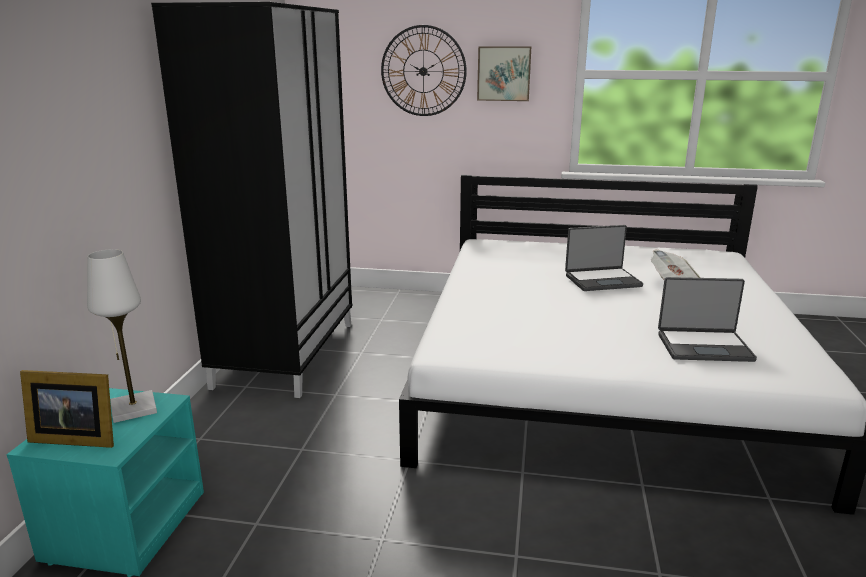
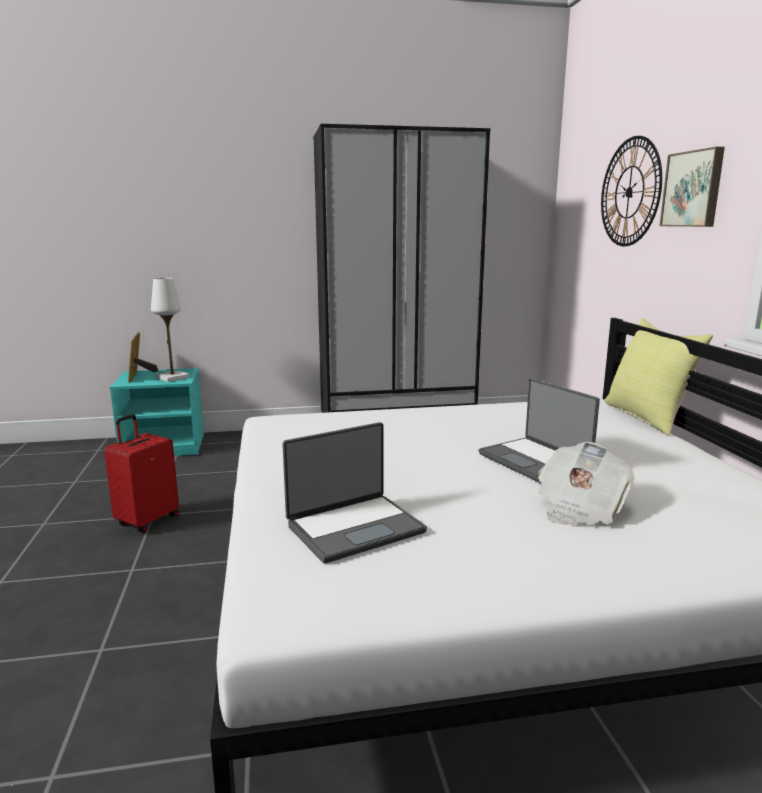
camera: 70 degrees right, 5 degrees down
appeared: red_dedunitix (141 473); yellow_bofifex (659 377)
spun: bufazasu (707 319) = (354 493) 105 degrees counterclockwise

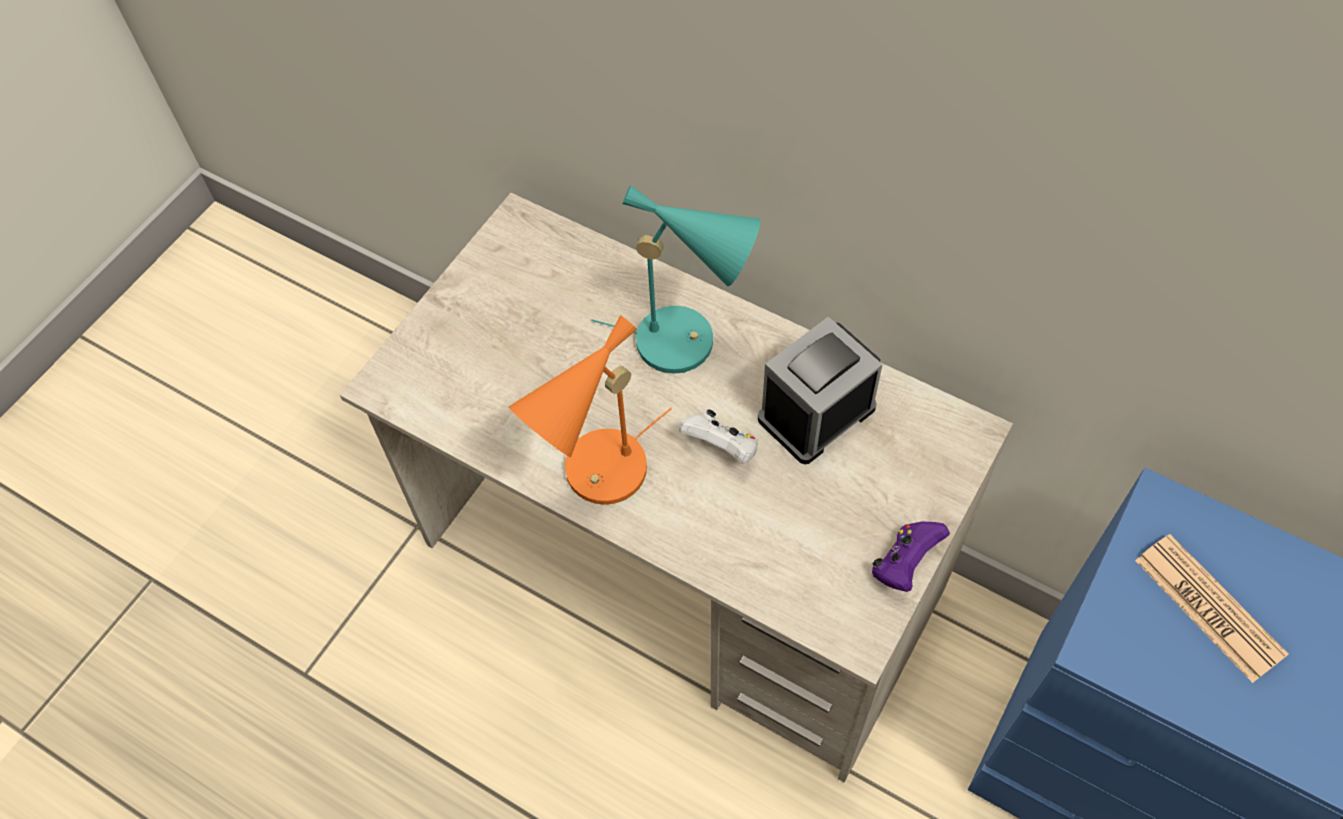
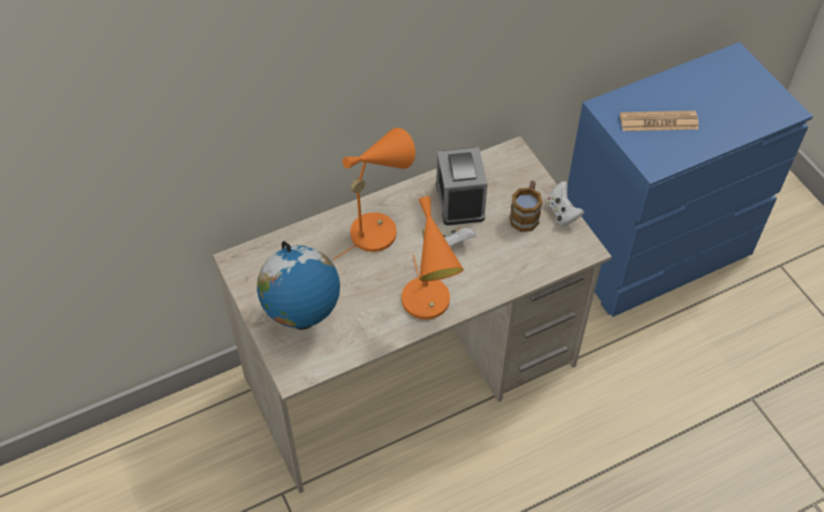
camera: 60 degrees left, 5 degrees down
appeared: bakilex (298 285); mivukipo (526 206)
colour: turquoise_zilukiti (675 279) to orange_zilukiti (373 194); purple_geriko (911 556) to white_geriko (565 203)

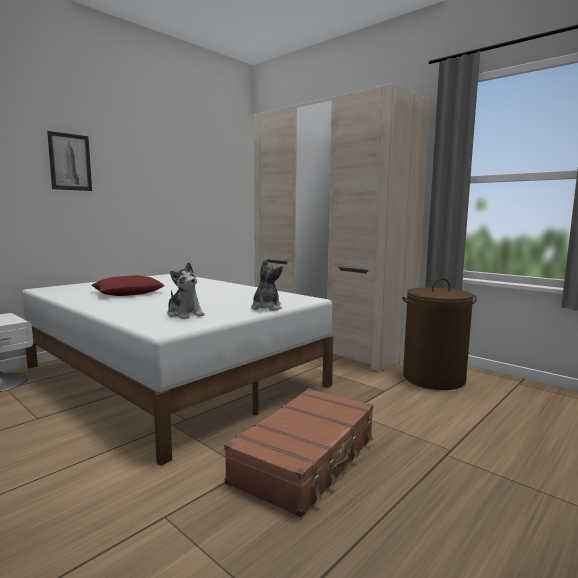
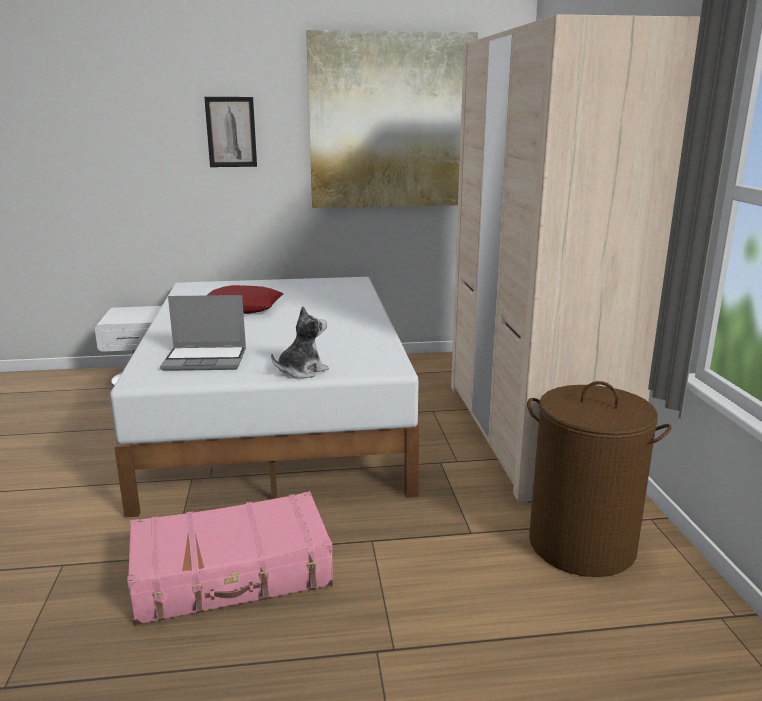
camera: 40 degrees right, 10 degrees up
appeared: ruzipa (392 119)
exchanged: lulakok (186 290) to bufazasu (203 333)
colour: brown_dedunitix (298 452) to pink_dedunitix (230 558)

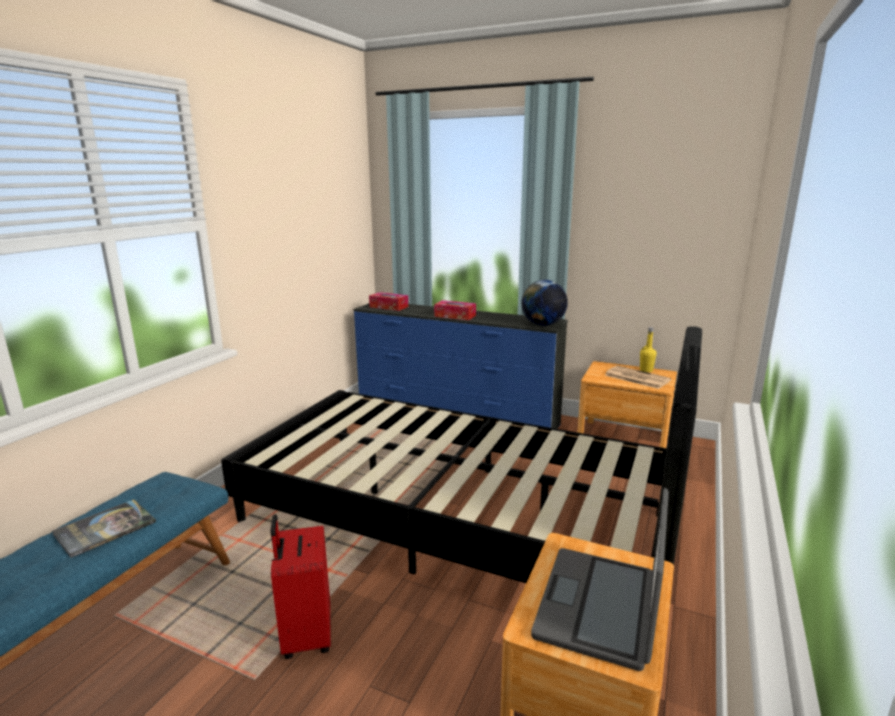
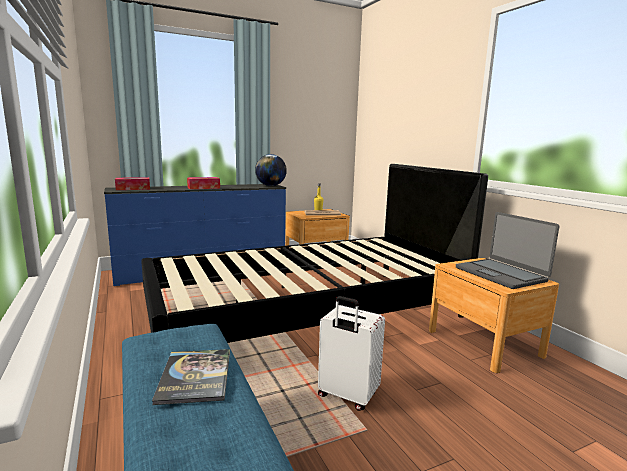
camera: 50 degrees left, 5 degrees down
colour: red_dedunitix (300 587) to white_dedunitix (351 353)

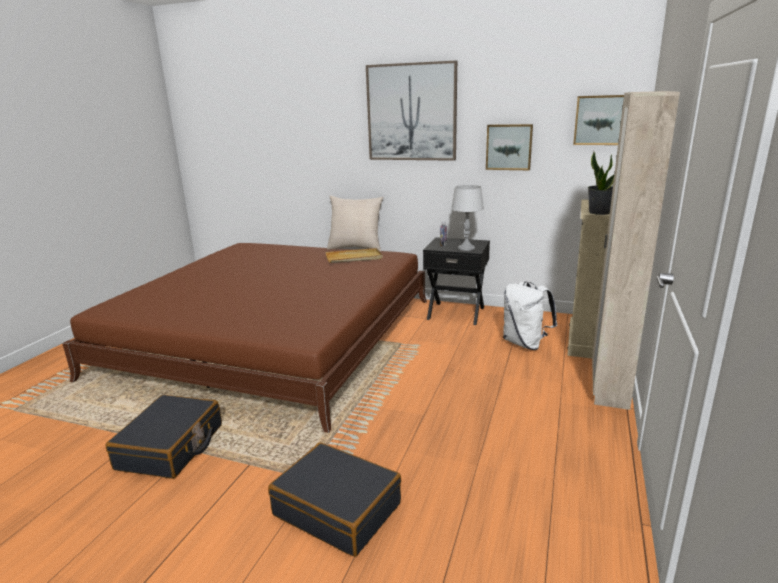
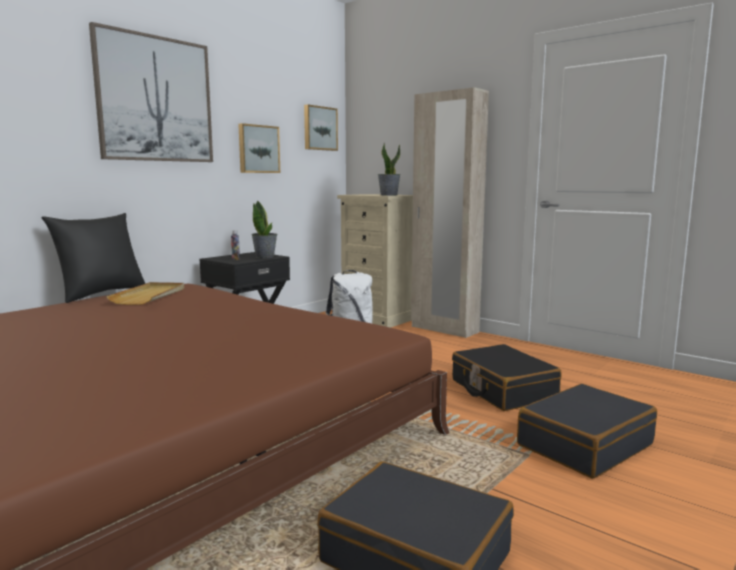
camera: 70 degrees left, 10 degrees down
appeared: black_dedunitix (507 377)
exchanged: grey_zilukiti (467 218) to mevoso (264 229)
colour: beige_bofifex (355 224) to black_bofifex (93 258)

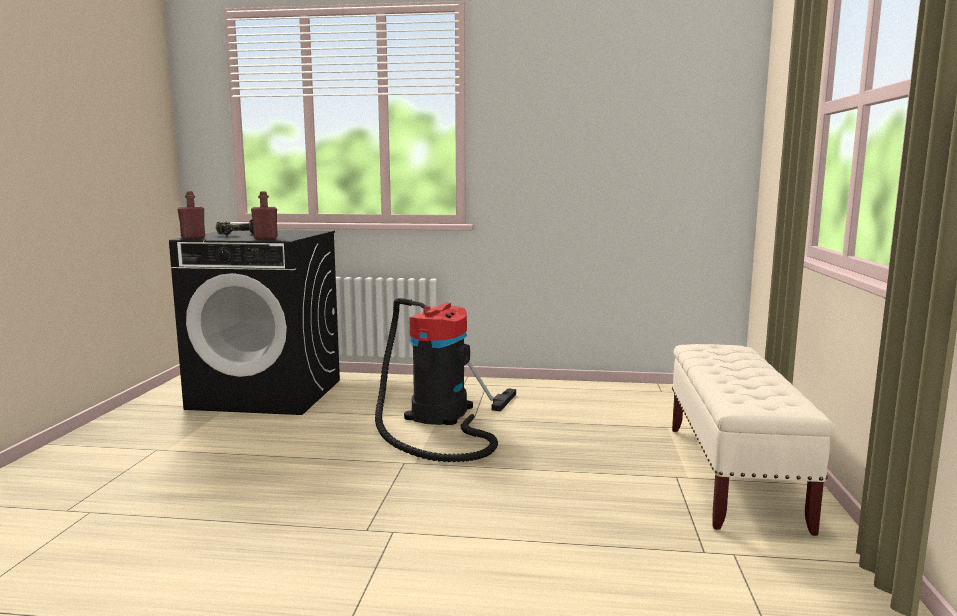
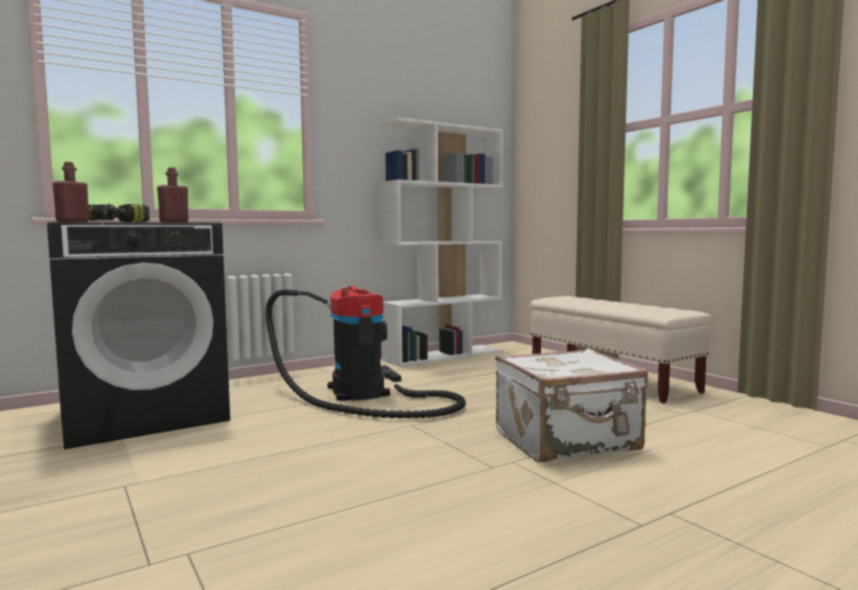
camera: 40 degrees left, 5 degrees down
appeared: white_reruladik (441 242); white_dedunitix (571 405)

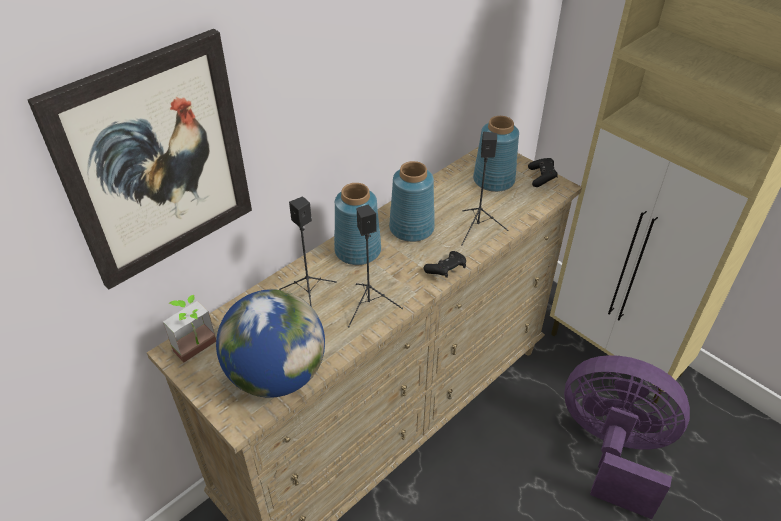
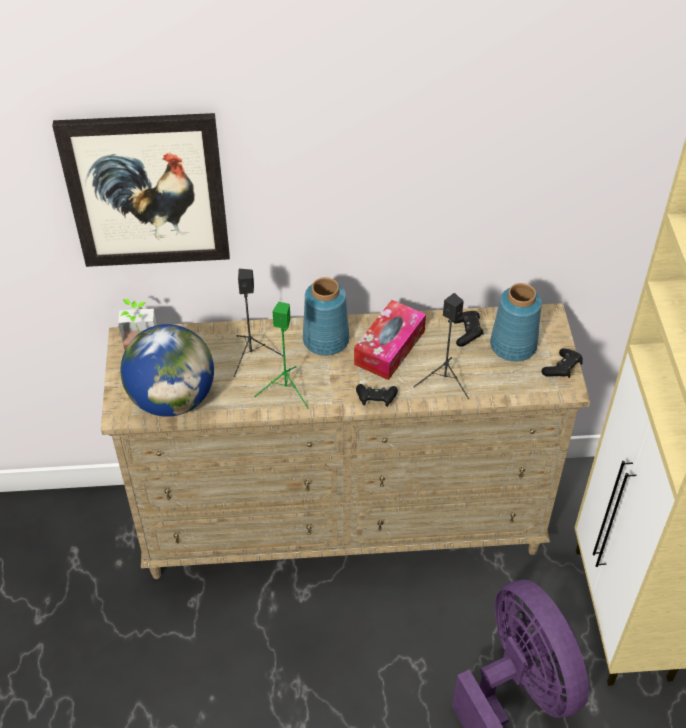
camera: 40 degrees right, 5 degrees up
appeared: black_geriko (468 329)
exchanged: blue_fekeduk (412 201) to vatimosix (390 340)
colour: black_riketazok (375 266) to green_riketazok (281 355)

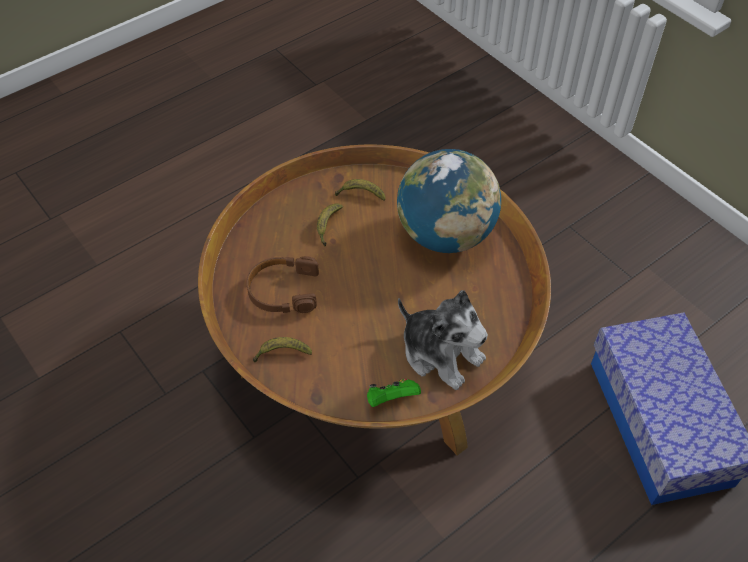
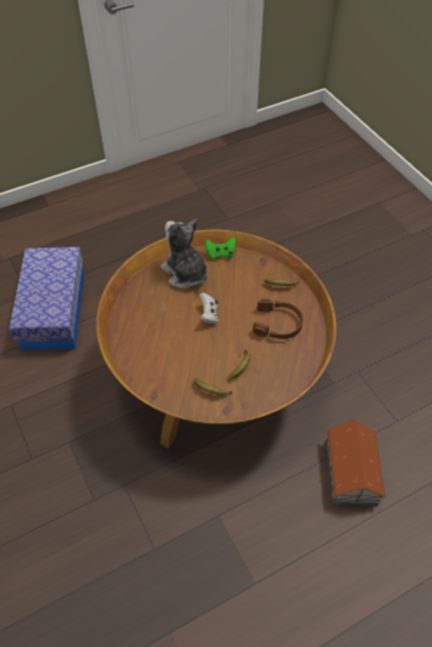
camera: 170 degrees left, 0 degrees up
missing: bakilex (449 201)
appeared: white_geriko (208 308); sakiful (356 462)

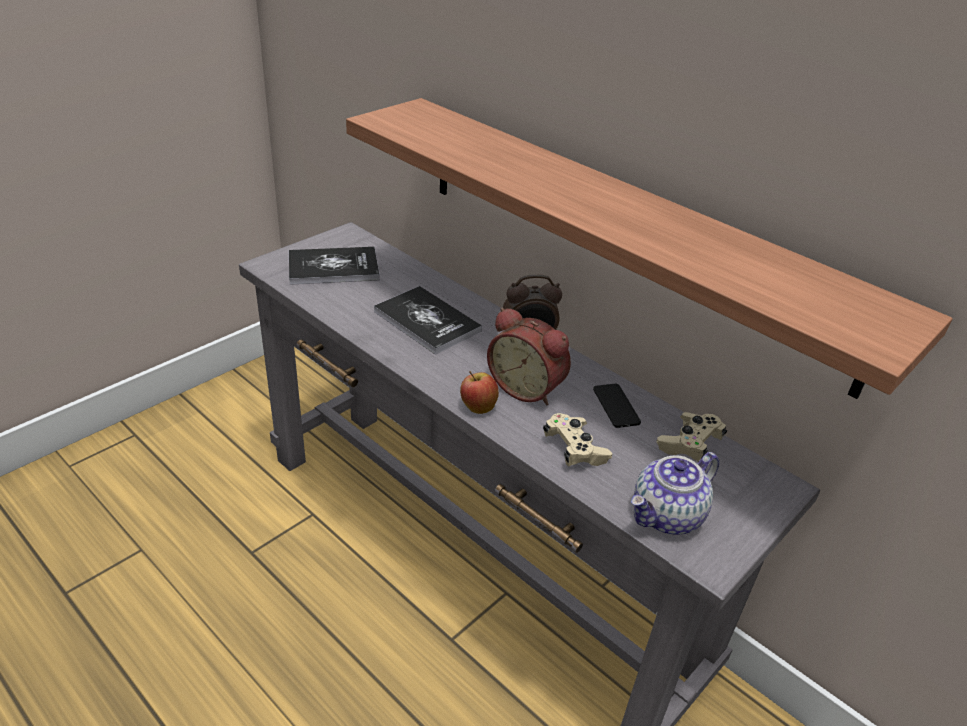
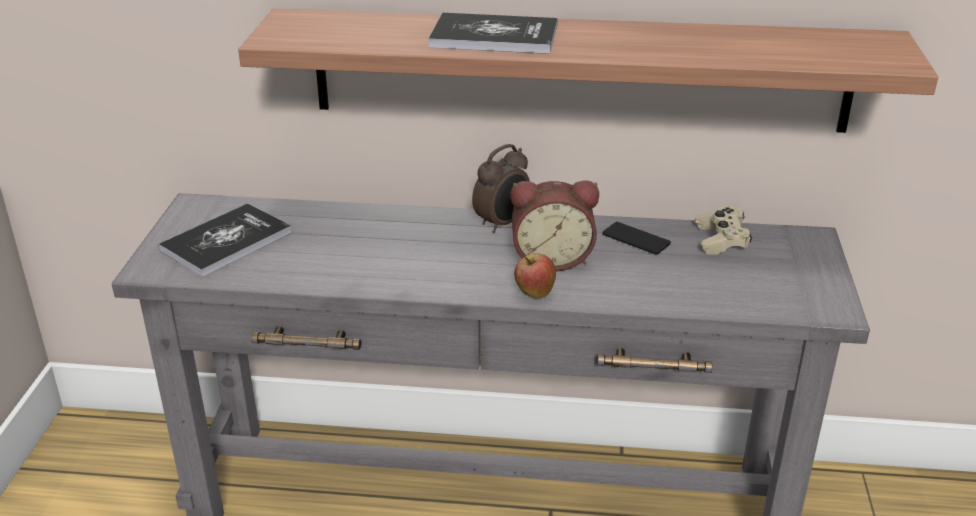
camera: 35 degrees left, 5 degrees down
missing: beige_geriko (577 440); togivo (675 493)
relocated: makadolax (428 320) to (492 33)

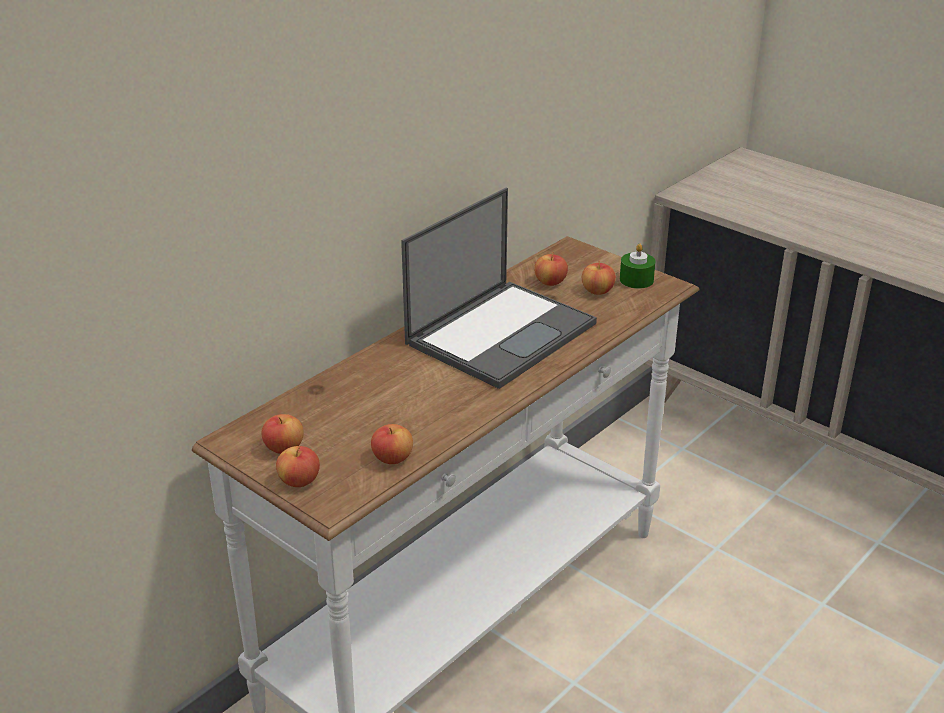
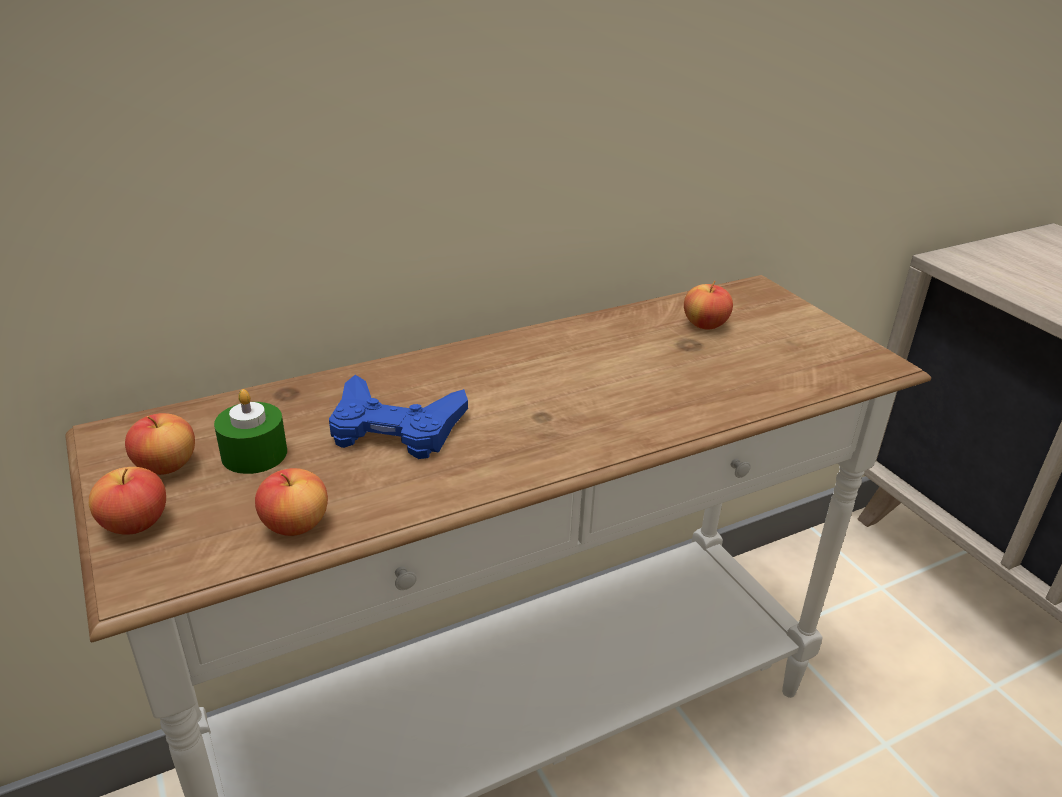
camera: 20 degrees right, 0 degrees up
missing: bufazasu (499 288); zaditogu (599 278)
appeared: blue_geriko (398 417)
relocated: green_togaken (638 266) to (250 431)

